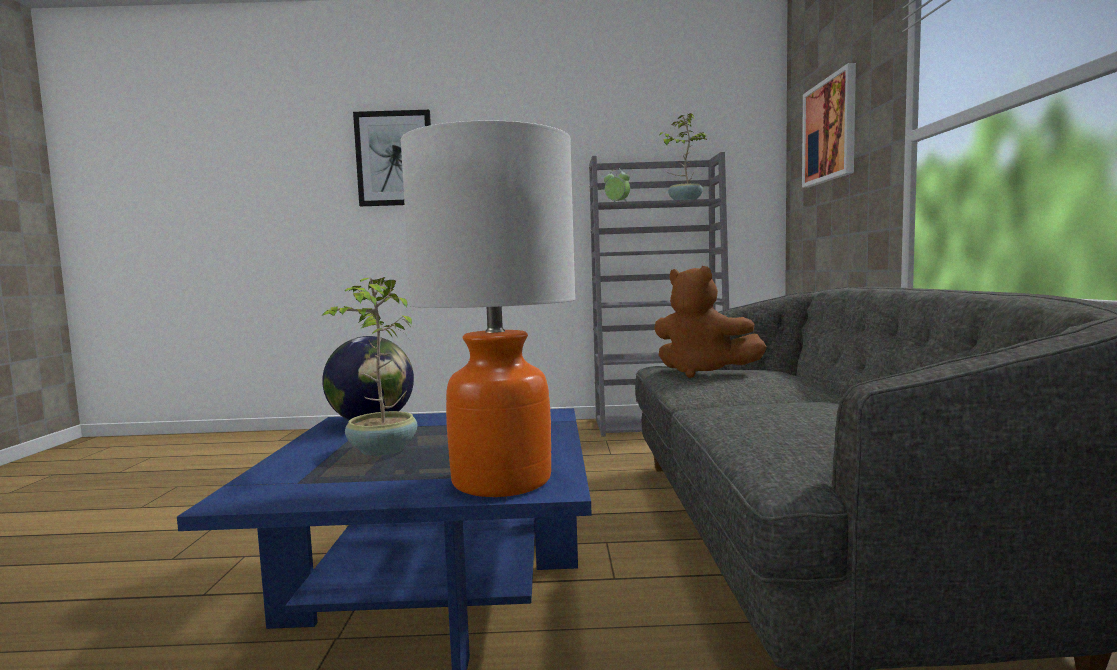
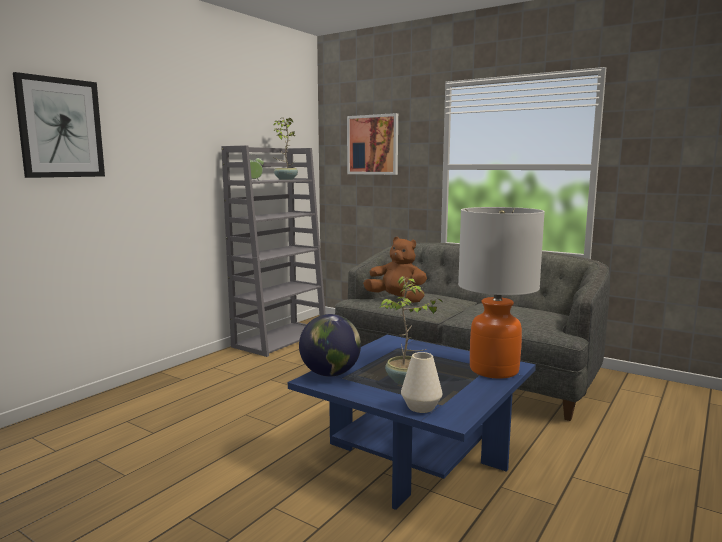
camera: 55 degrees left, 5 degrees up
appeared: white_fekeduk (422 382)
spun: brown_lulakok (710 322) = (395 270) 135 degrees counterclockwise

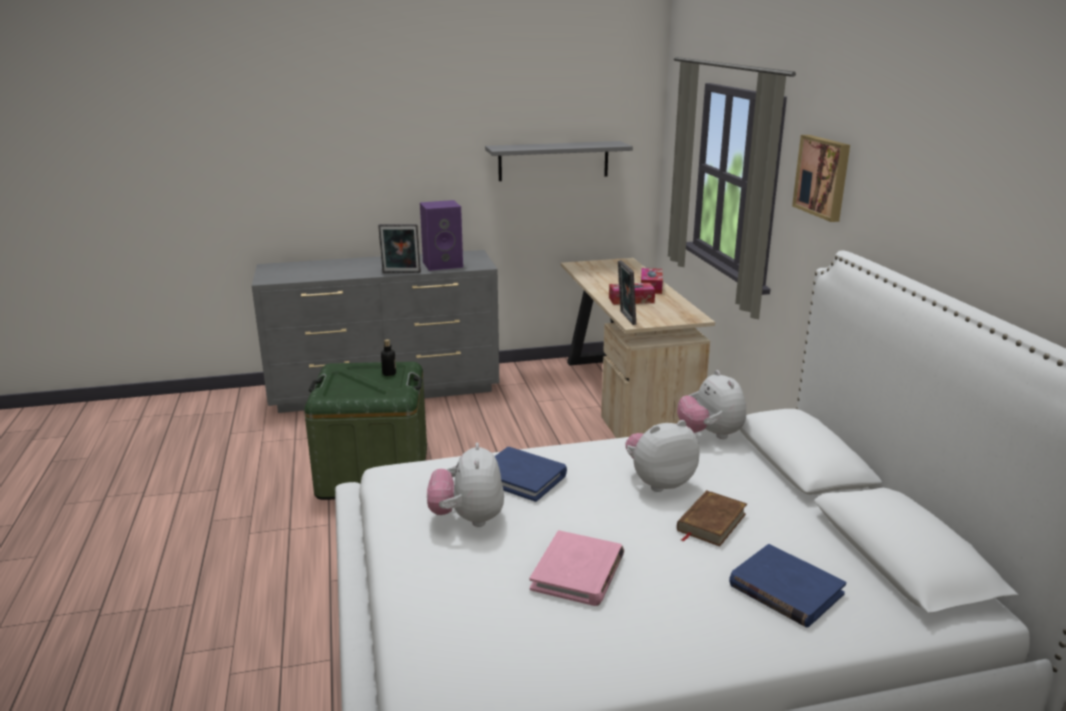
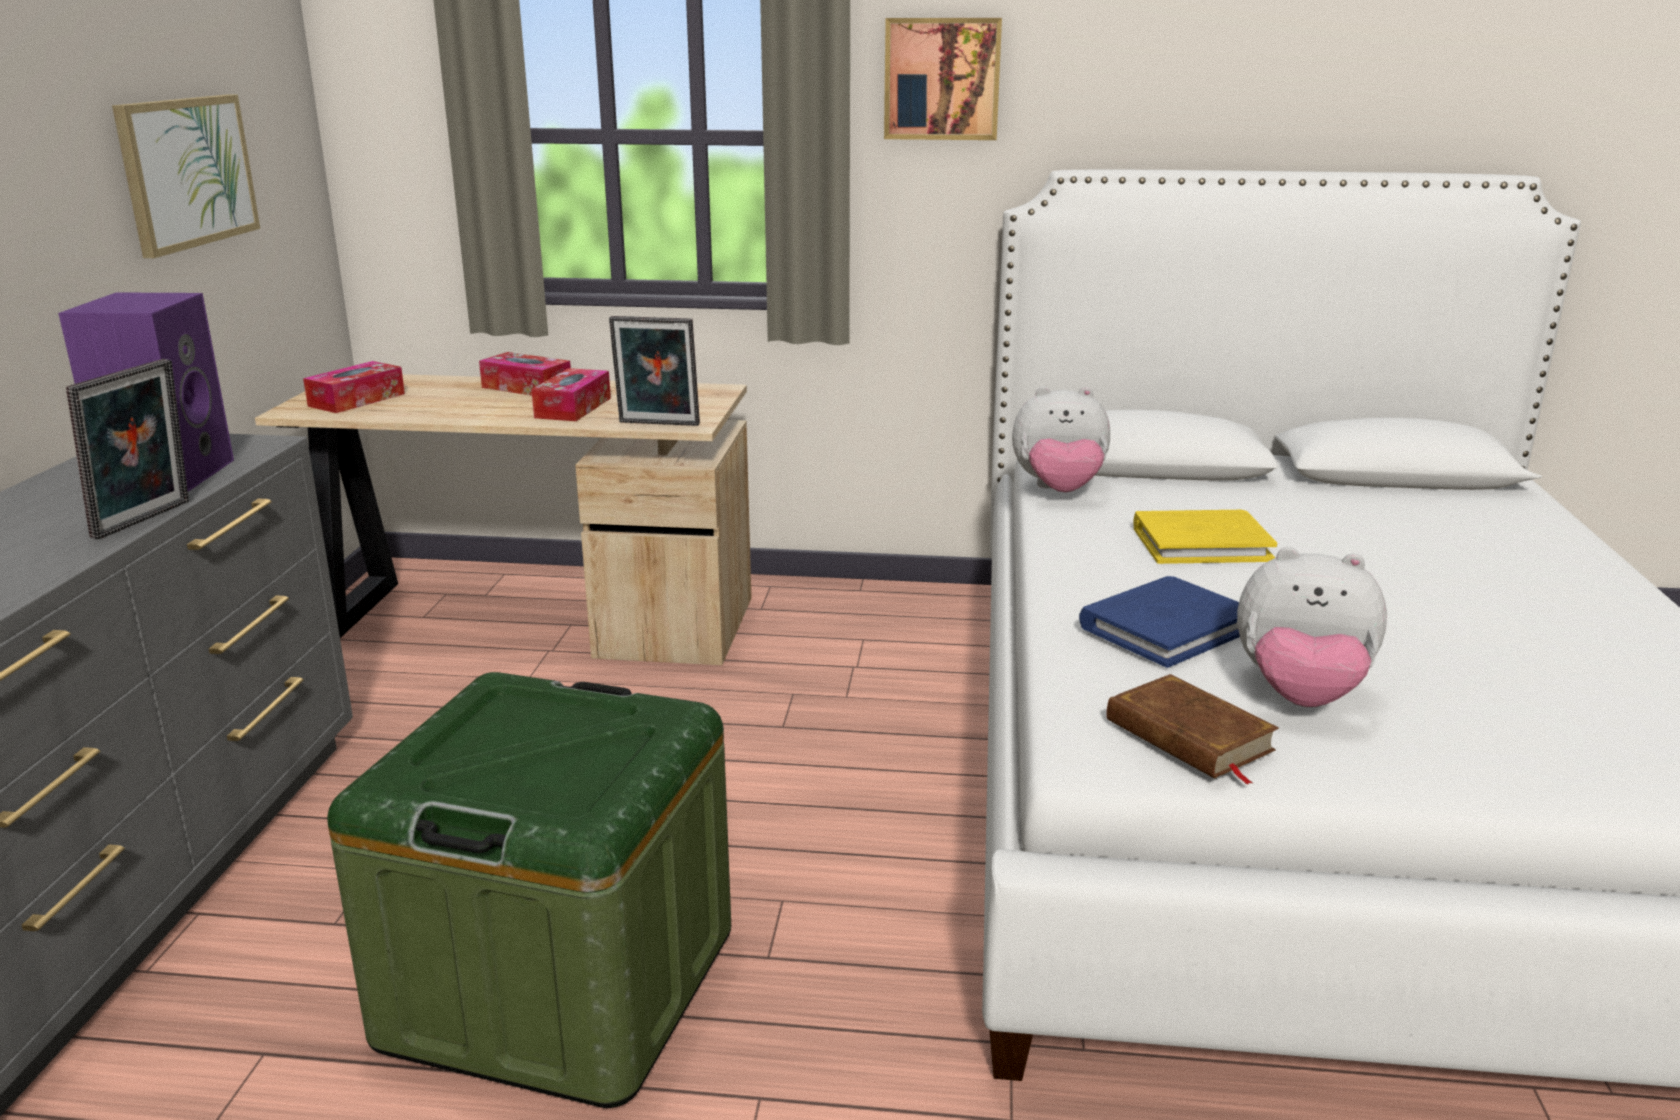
camera: 70 degrees left, 0 degrees up
missing: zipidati (388 357); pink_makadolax (577 568); blue_makadolax (787 585)
appeared: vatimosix (354 387)
relocated: brown_makadolax (712 518) to (1193 729)
exchanged: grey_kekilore (559 161) to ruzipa (186 176); lulakok (663 456) to yellow_makadolax (1205 537)

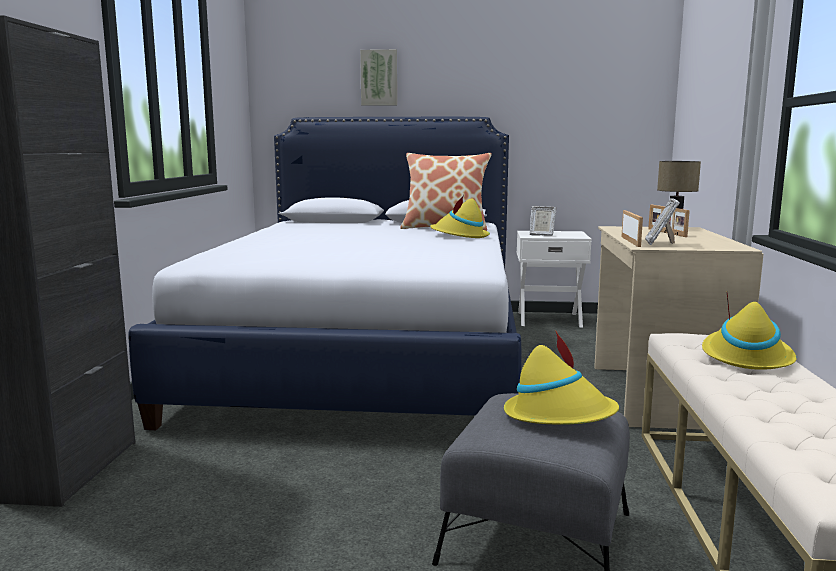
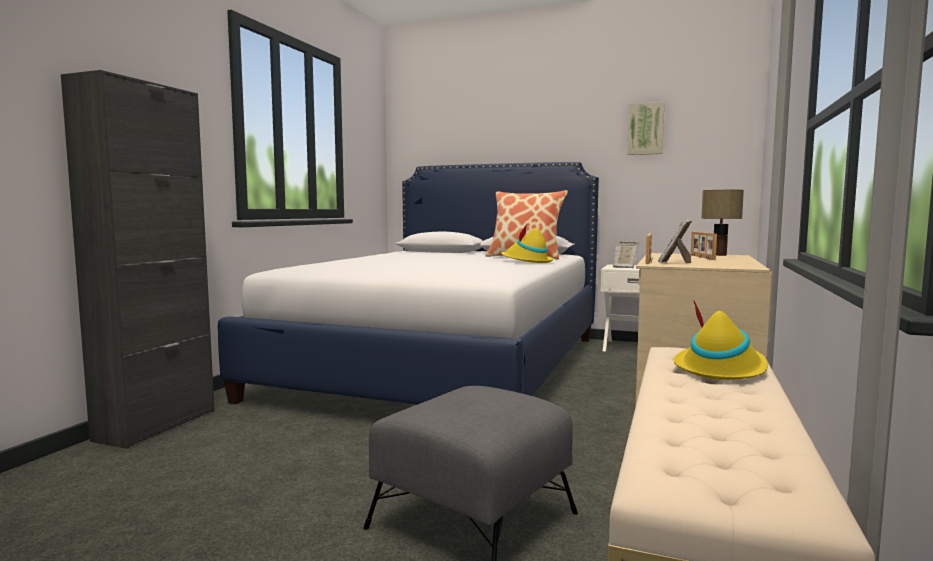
camera: 15 degrees right, 5 degrees down
missing: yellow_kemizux (561 377)
relocated: ruzipa (378 77) to (645 128)

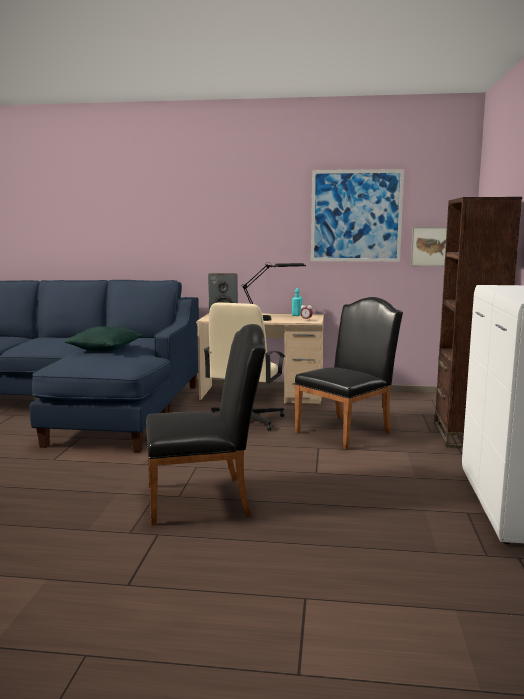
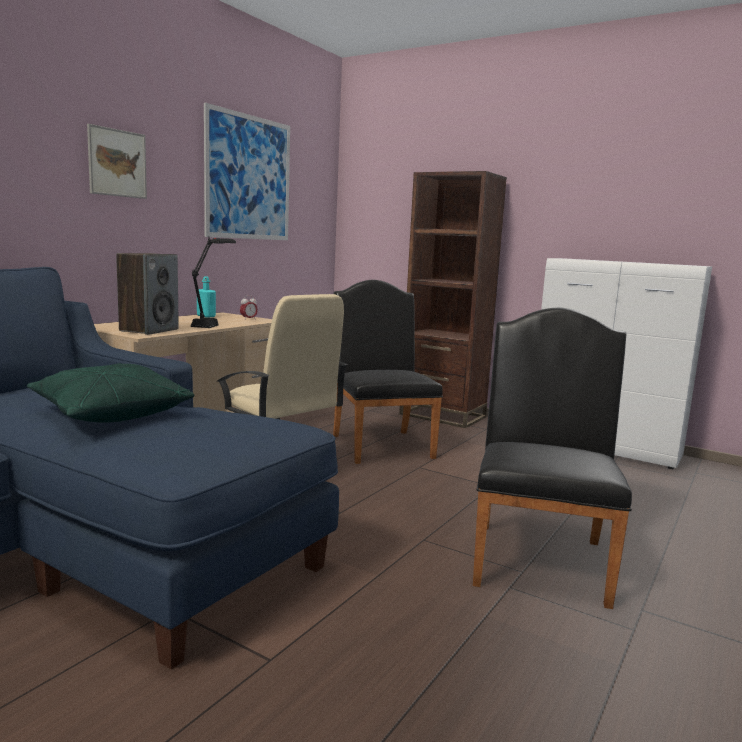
camera: 65 degrees left, 0 degrees up
relocated: ruzipa (429 246) to (117 161)

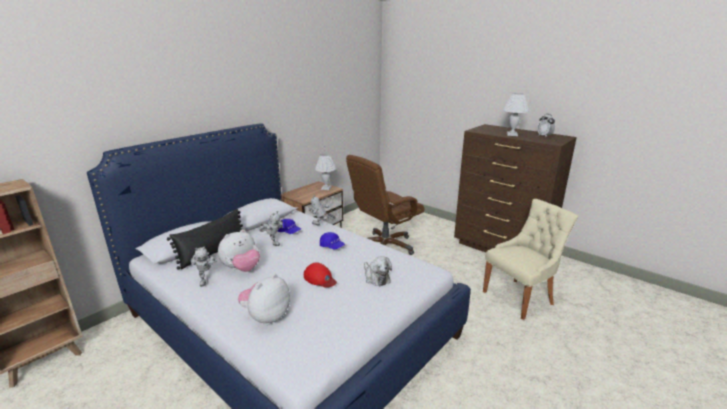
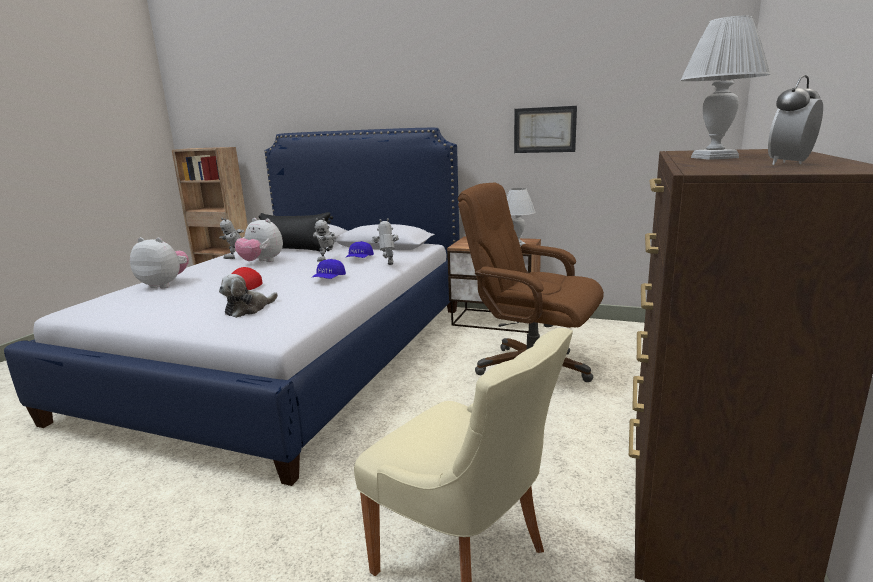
camera: 70 degrees right, 5 degrees down
appeared: ruzipa (545 129)

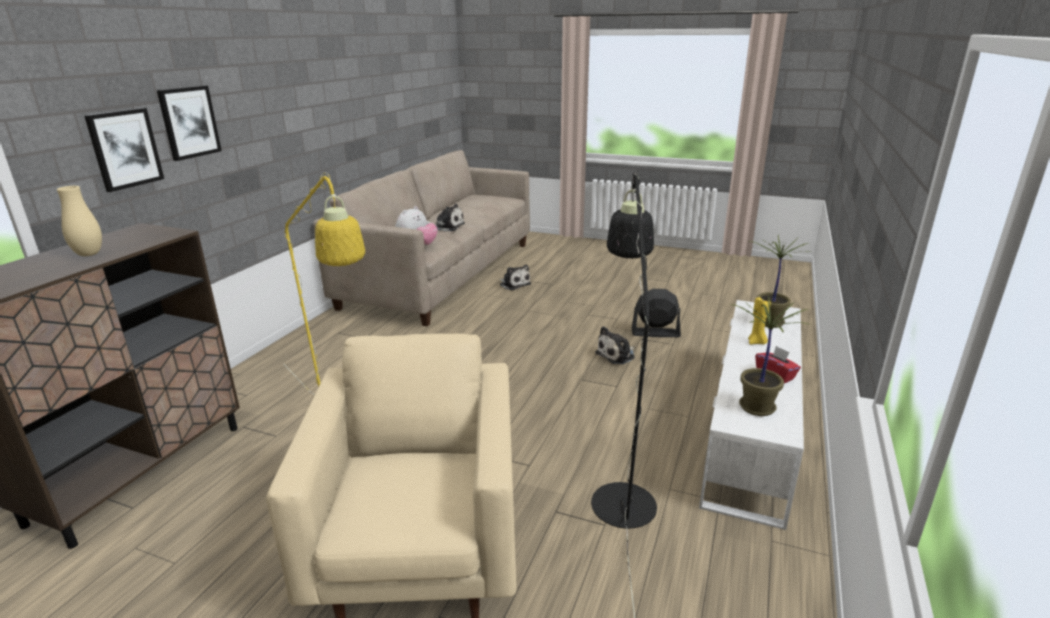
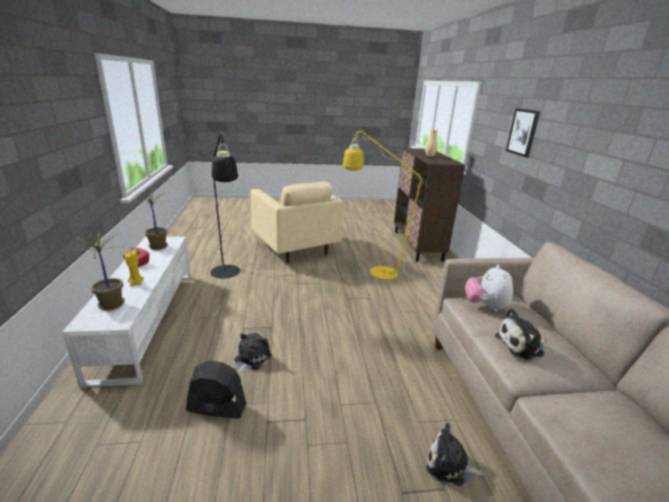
camera: 150 degrees right, 0 degrees up
missing: ruzipa (124 150)
spun: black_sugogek (656 313) = (216 389) 150 degrees counterclockwise

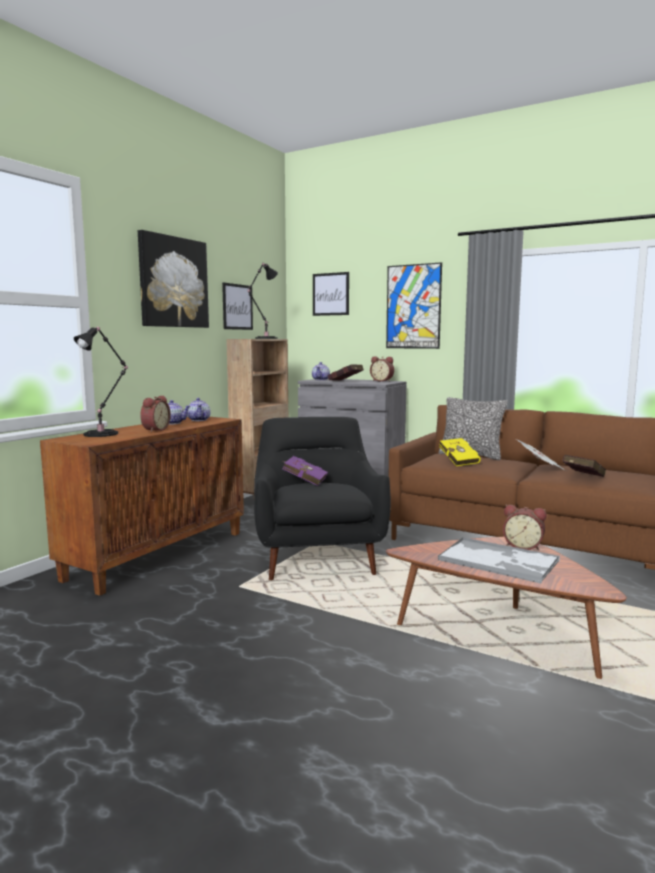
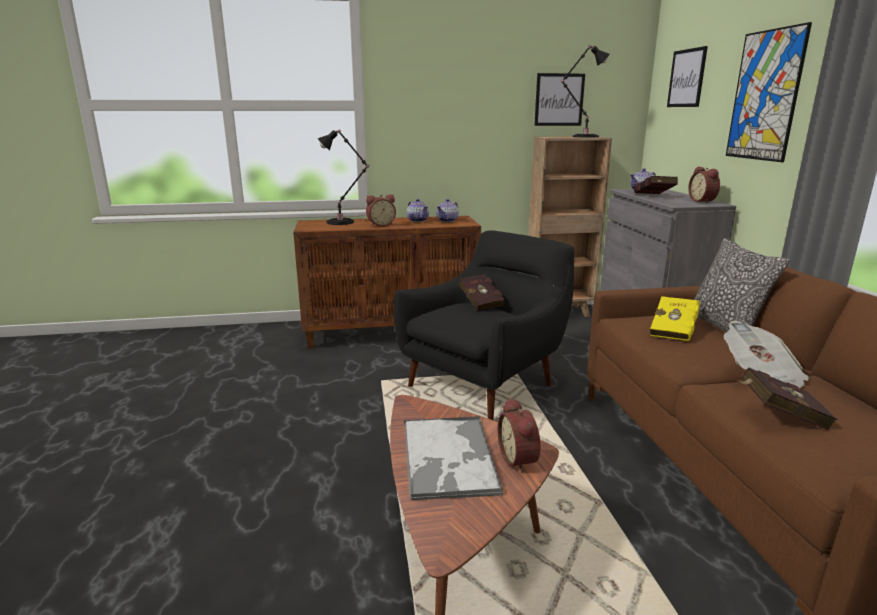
camera: 50 degrees right, 10 degrees up
missing: ruzipa (173 279)
colour: purple_makadolax (305 471) to red_makadolax (482 292)

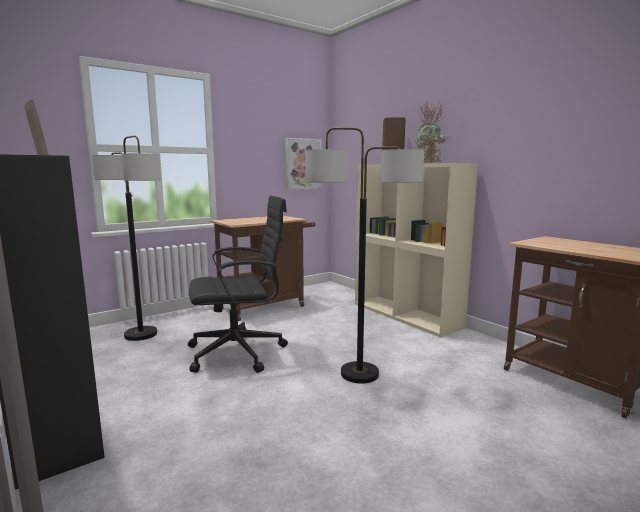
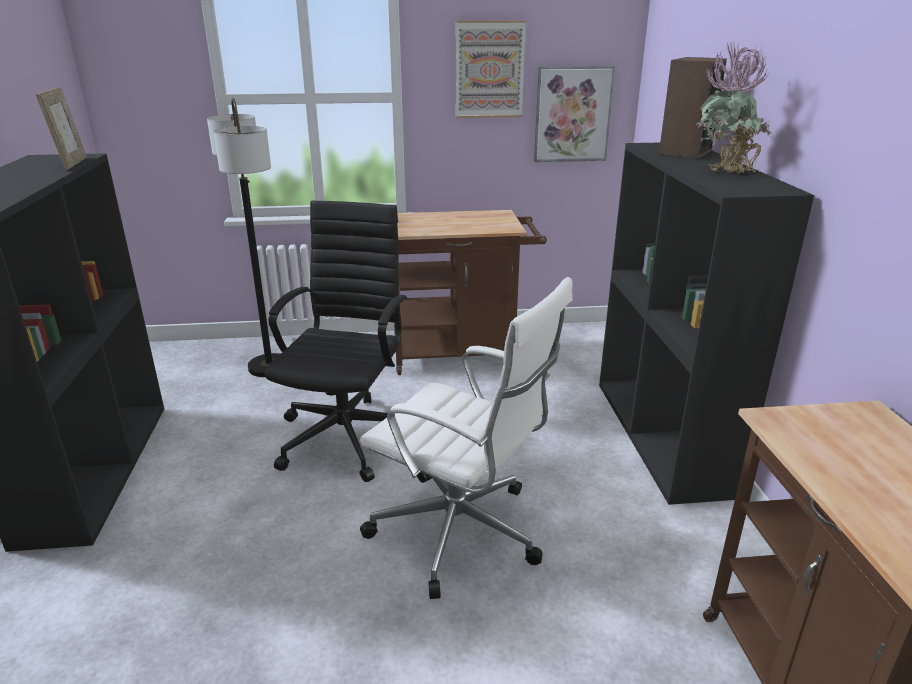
camera: 30 degrees right, 15 degrees up
appeared: ruzipa (491 69)
exchanged: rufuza (364 255) to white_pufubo (466 438)
colour: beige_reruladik (416 250) to black_reruladik (706 324)
spun: black_pufubo (238 284) = (336 341) 90 degrees counterclockwise

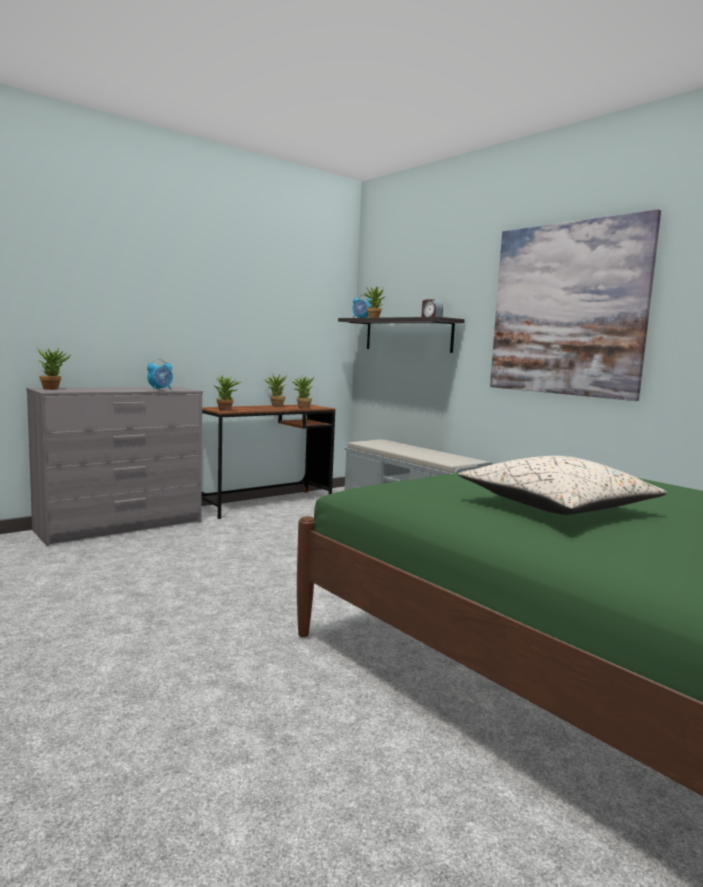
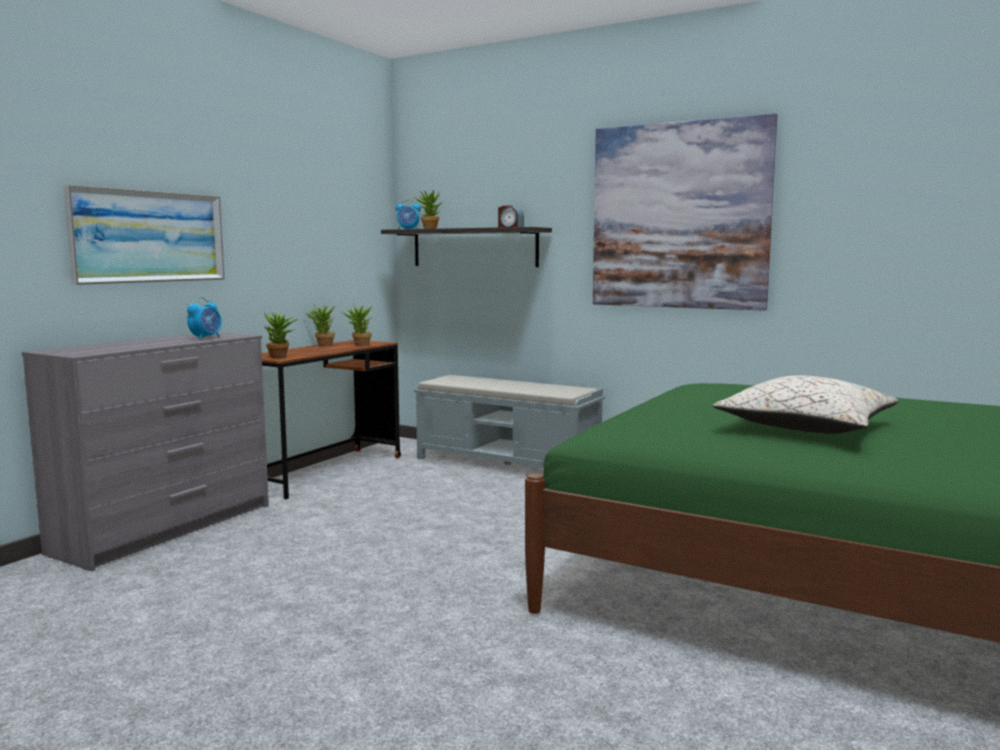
camera: 20 degrees left, 0 degrees up
missing: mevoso (53 369)
appeared: ruzipa (143 235)

